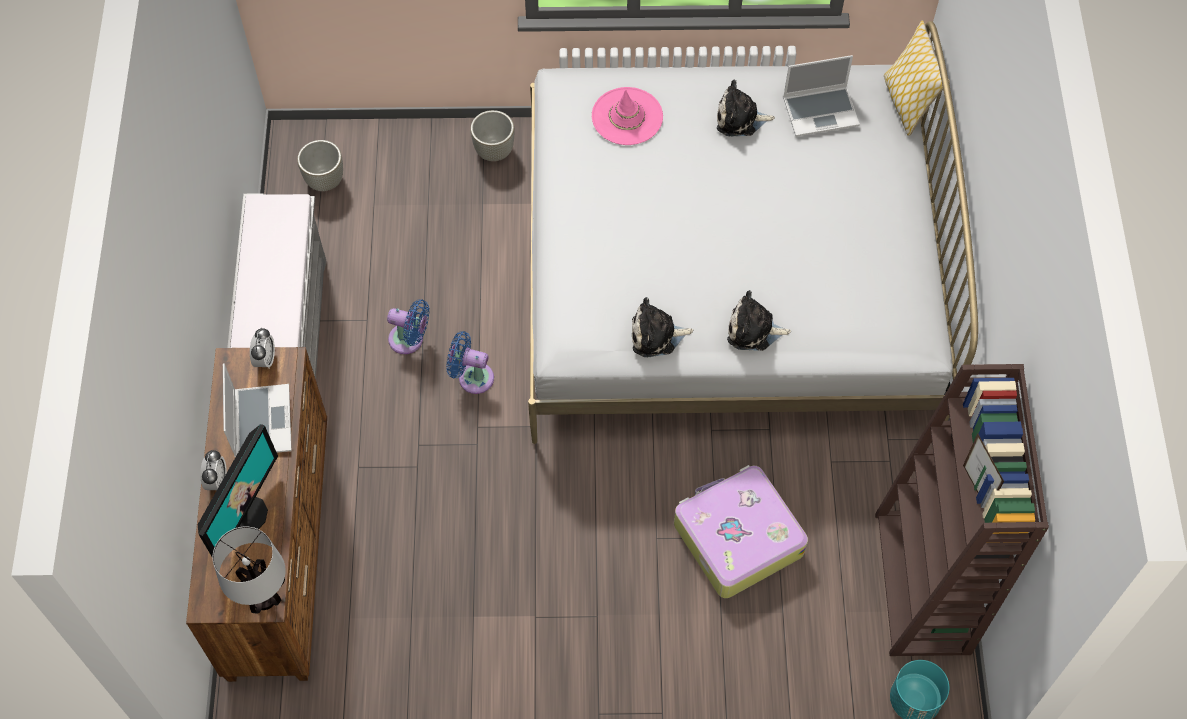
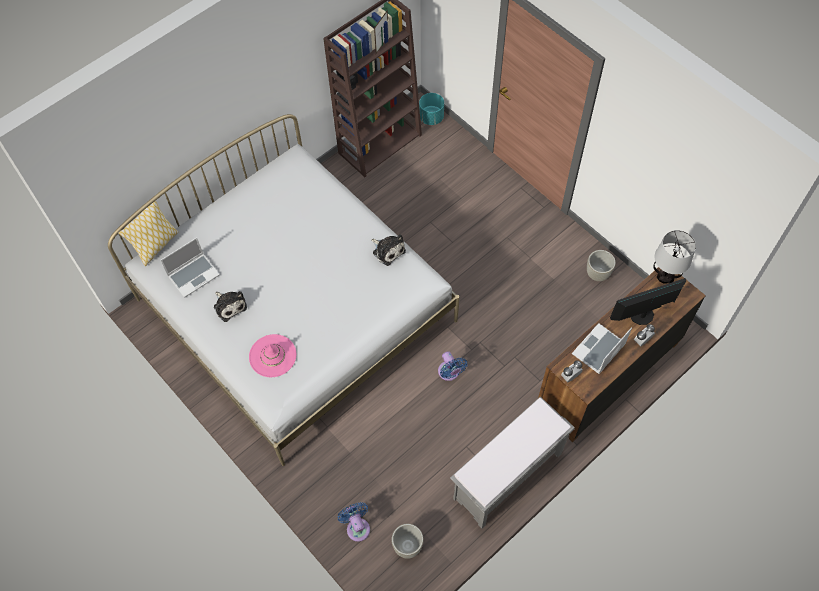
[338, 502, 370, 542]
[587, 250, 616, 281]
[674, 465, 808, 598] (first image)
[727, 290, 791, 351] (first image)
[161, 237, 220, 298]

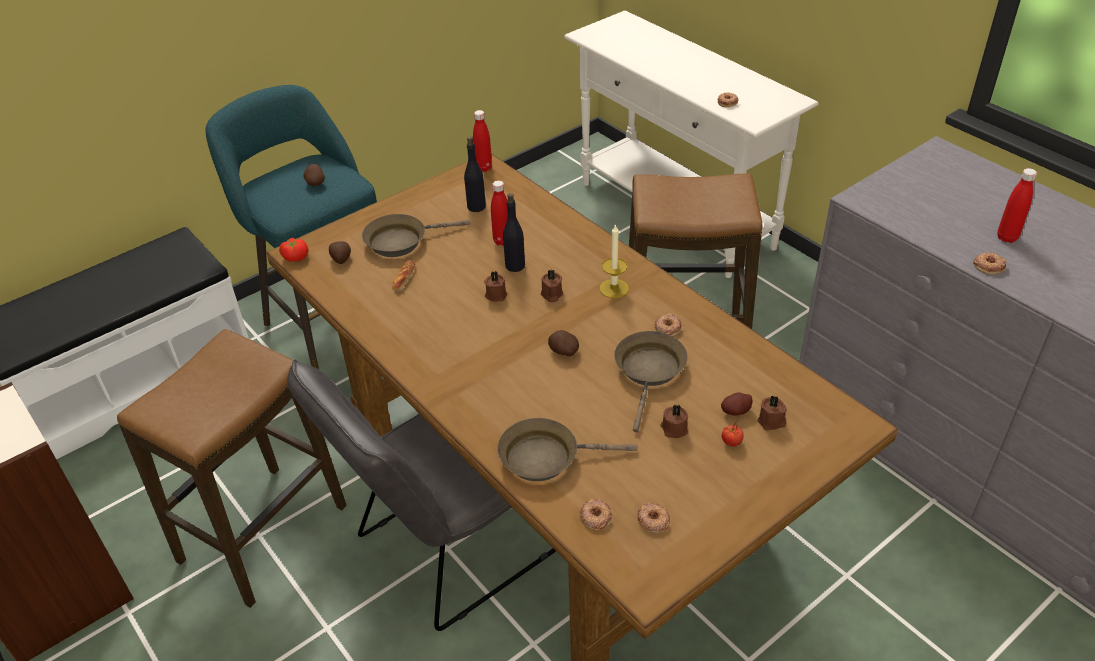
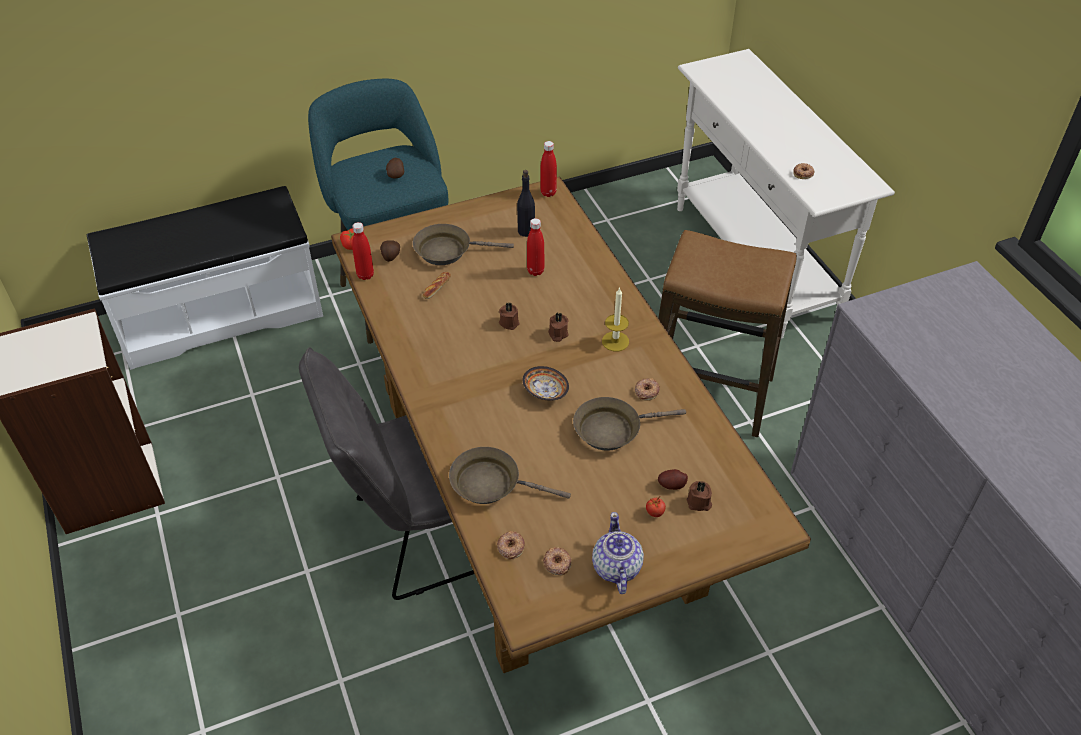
[117, 329, 347, 608] (first image)
[503, 193, 525, 272] (first image)
[523, 366, 569, 401]
[573, 397, 686, 451]
[660, 404, 688, 438] (first image)
[973, 252, 1006, 275] (first image)
[352, 222, 374, 280]
[592, 512, 644, 594]

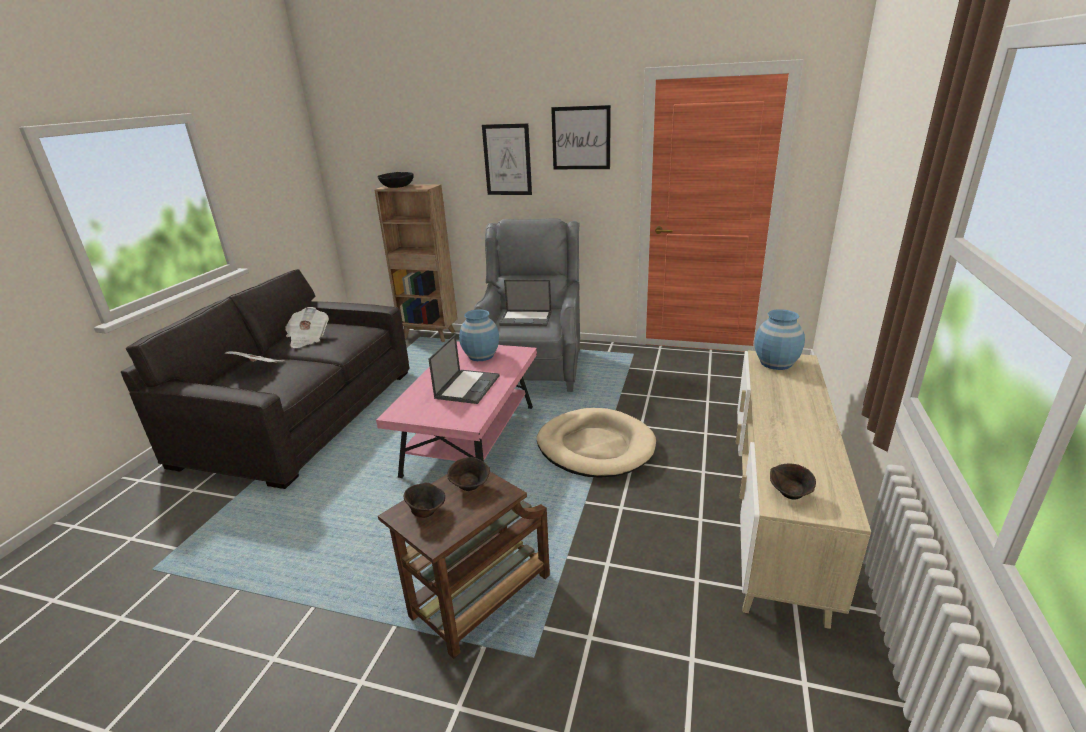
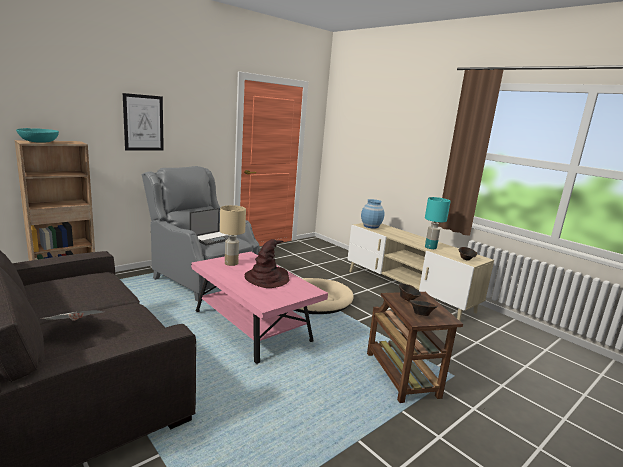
[285, 307, 329, 348] (first image)
[16, 128, 59, 143]
[245, 239, 289, 288]
[220, 205, 246, 266]
[551, 105, 611, 169] (first image)
[425, 197, 451, 249]

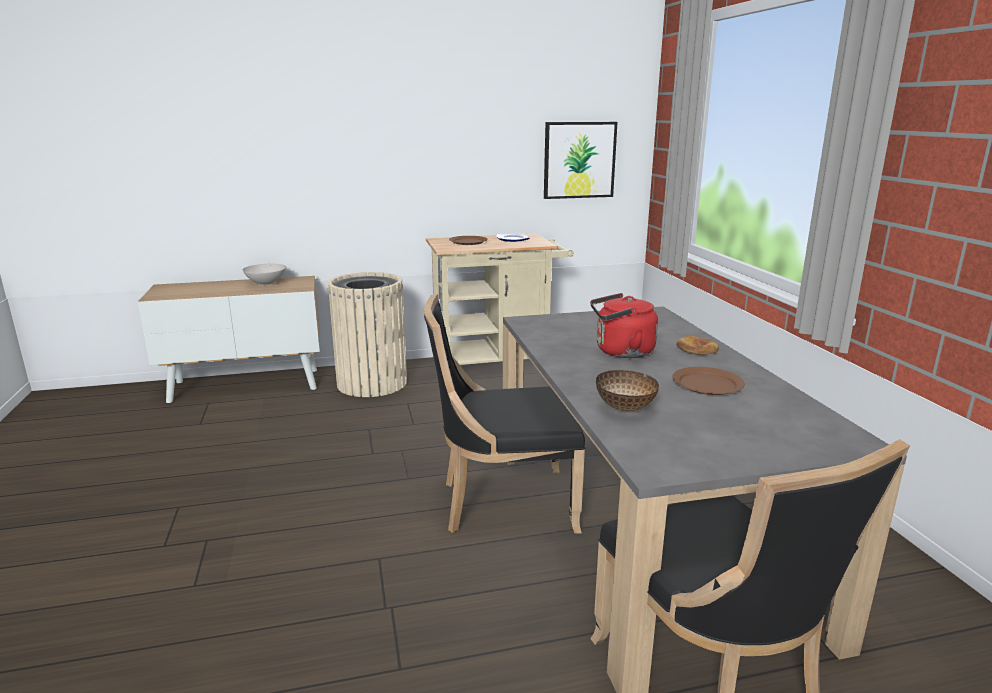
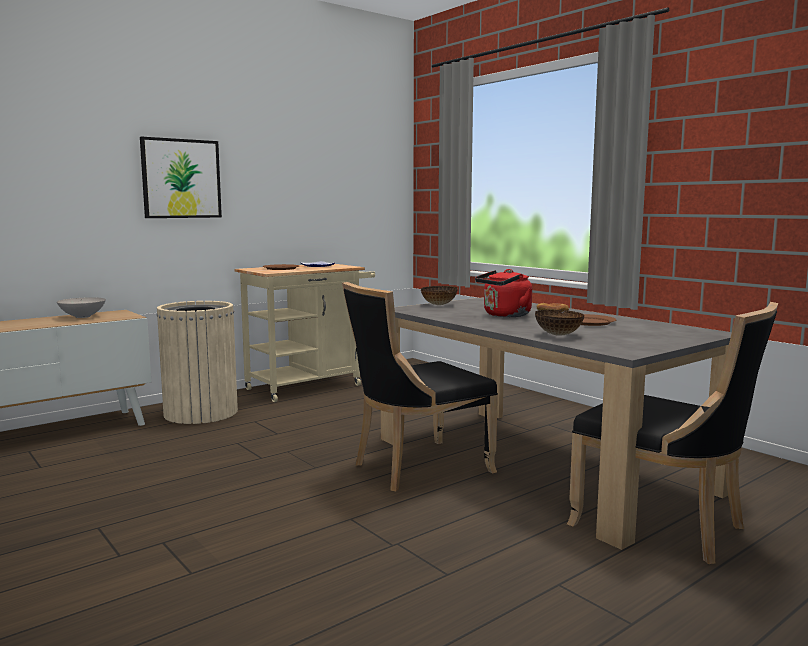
[140, 137, 222, 218]
[421, 286, 458, 305]

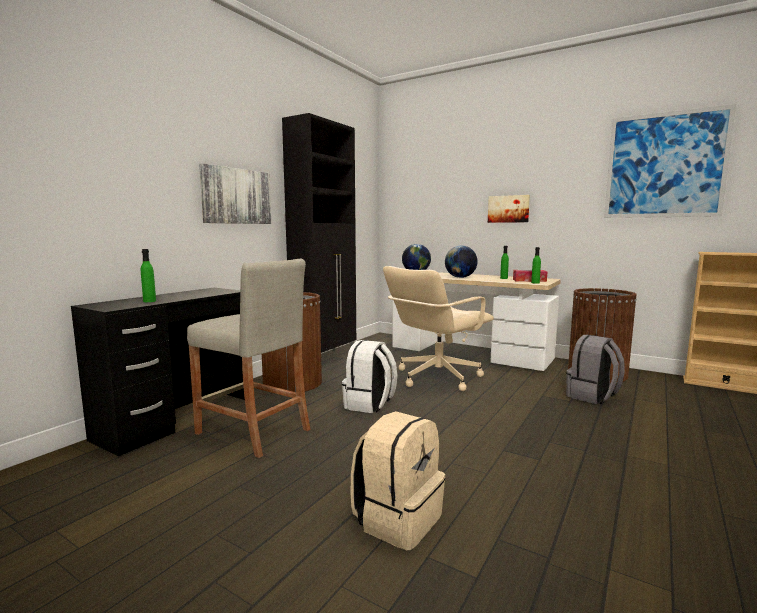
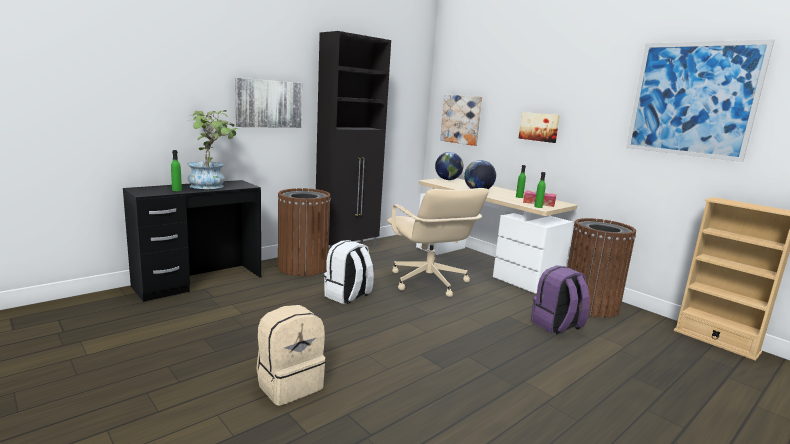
[187, 259, 311, 458] (first image)
[387, 188, 489, 297]
[531, 266, 590, 334]
[187, 110, 239, 189]
[440, 95, 482, 146]

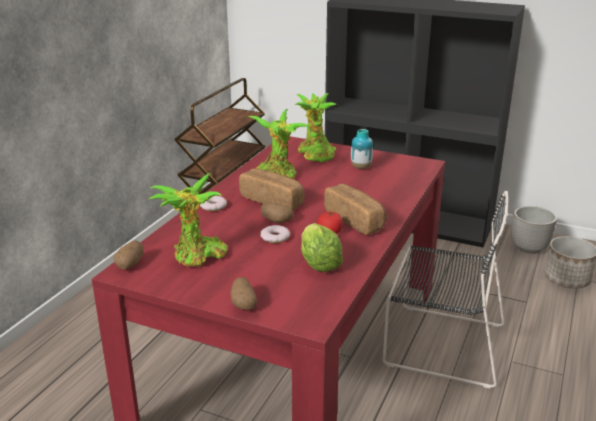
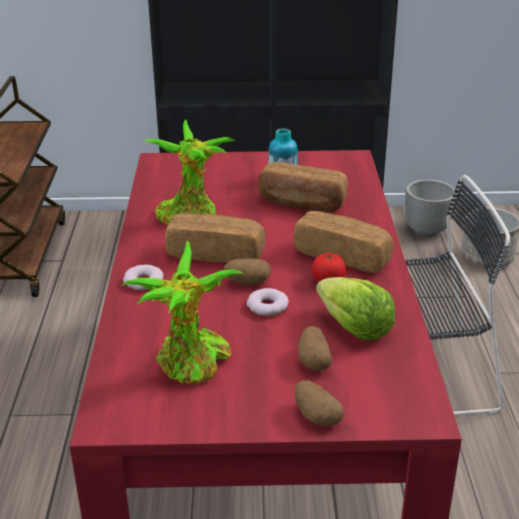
[298, 326, 332, 371]
[294, 93, 337, 162] (first image)
[258, 162, 348, 212]

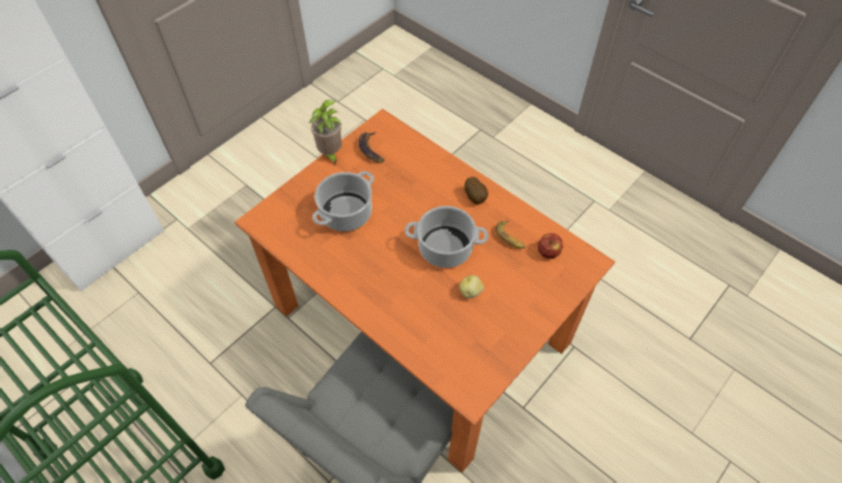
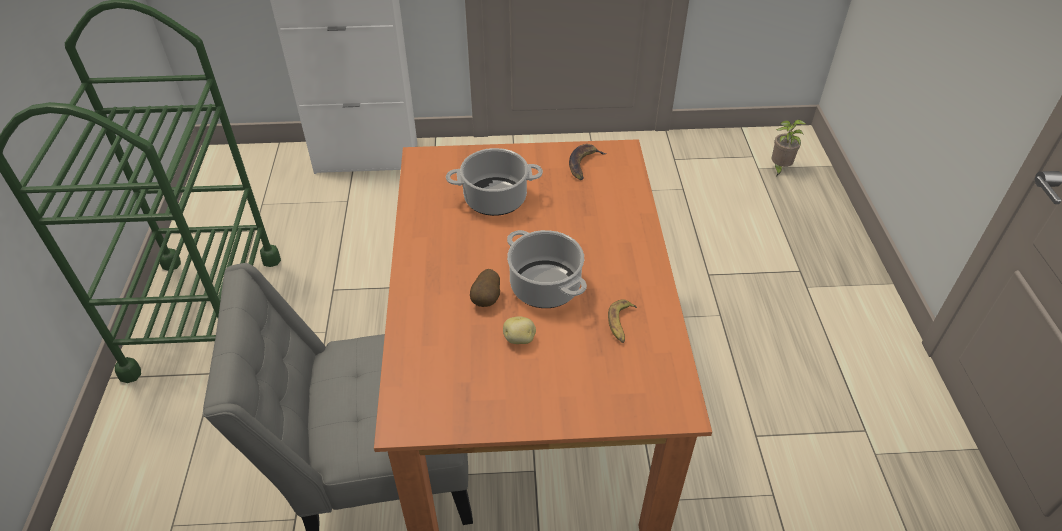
[772, 119, 806, 176]
[470, 269, 500, 307]
[538, 233, 563, 259] (first image)

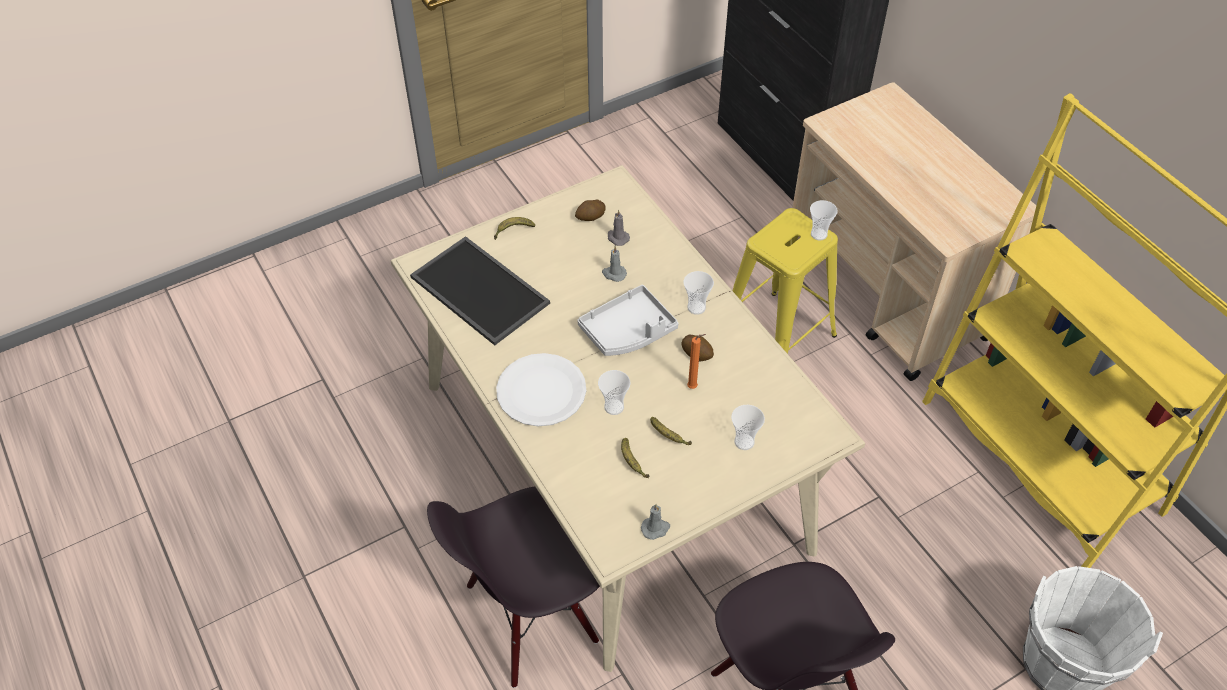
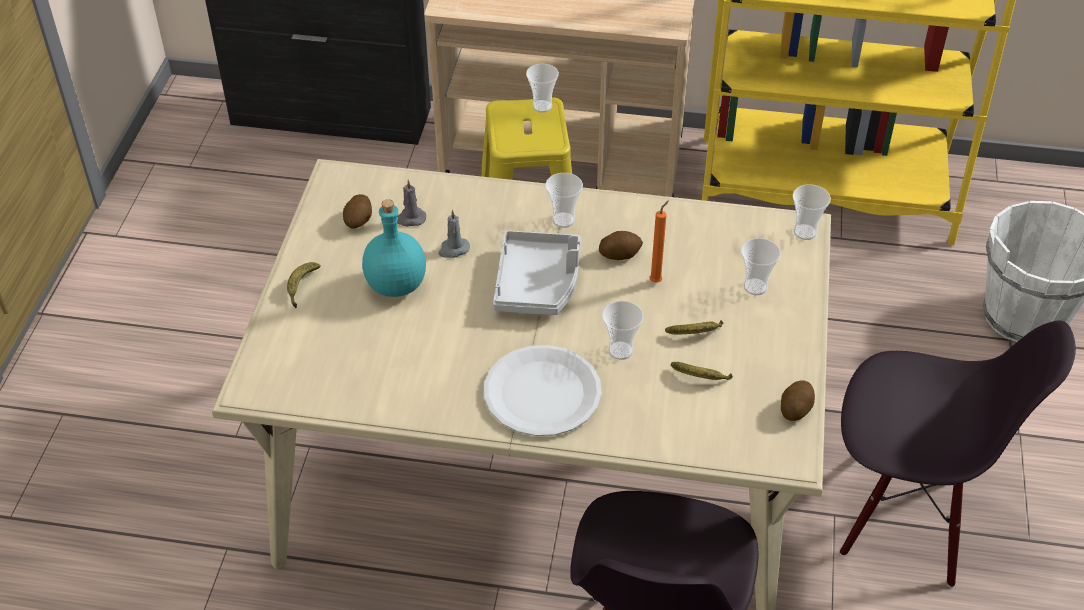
[410, 236, 550, 345] (first image)
[781, 381, 815, 421]
[362, 199, 426, 297]
[793, 184, 831, 240]

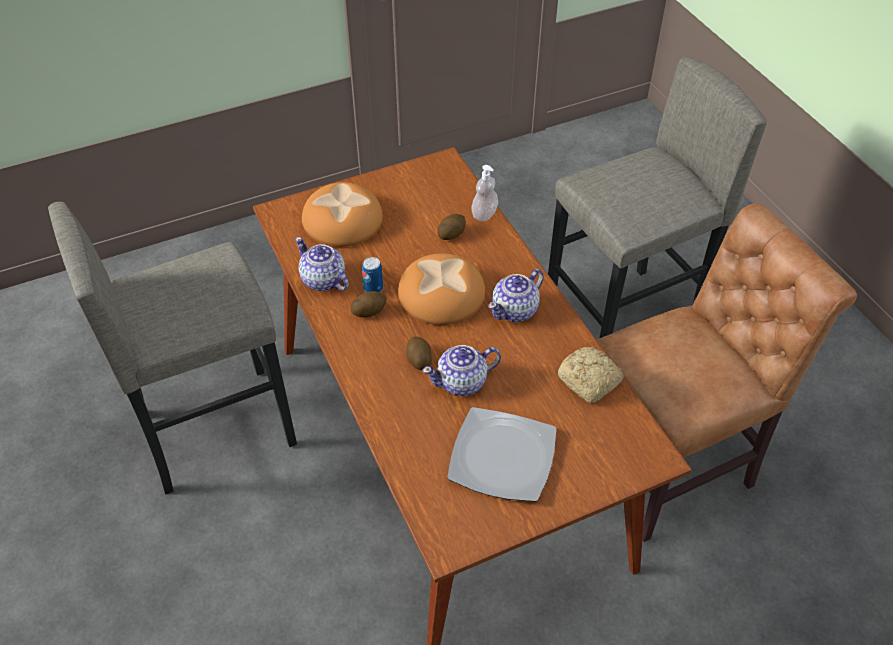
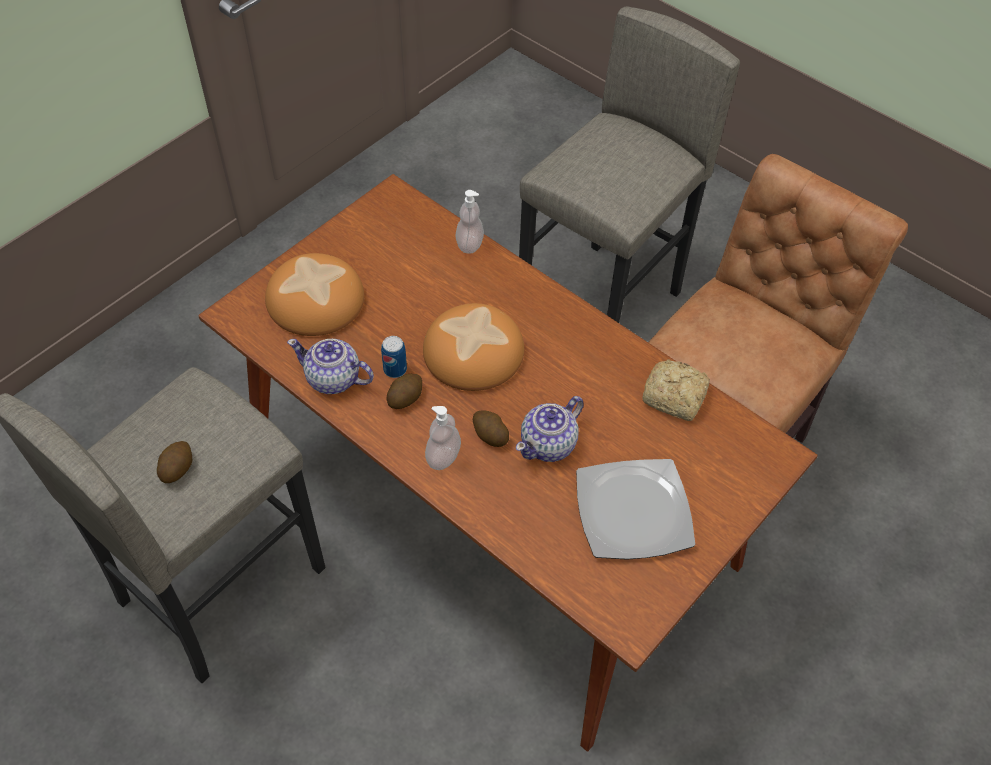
[157, 441, 192, 483]
[488, 269, 544, 322] (first image)
[425, 406, 461, 470]

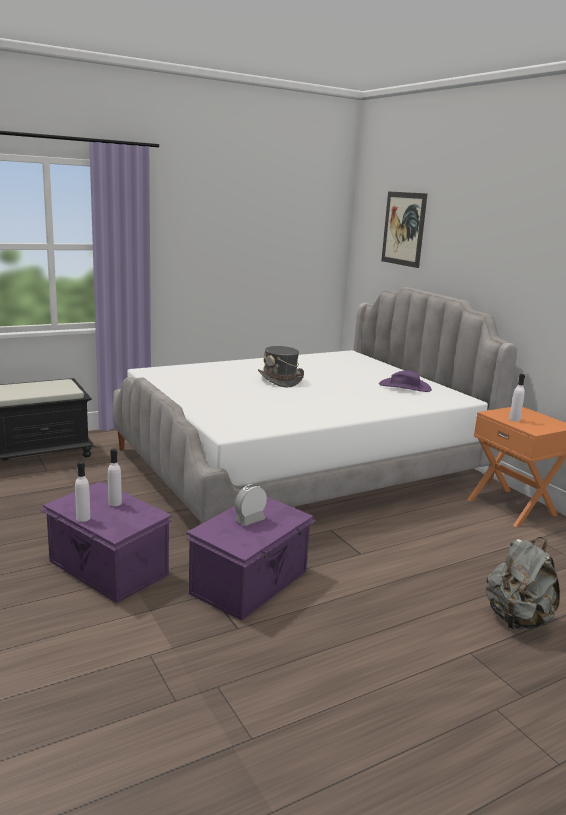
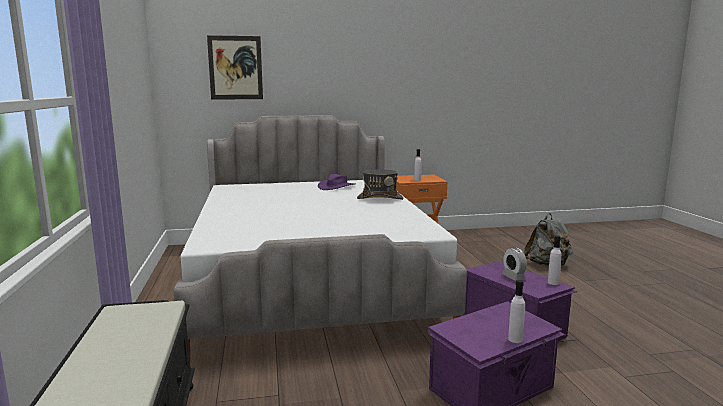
[548, 236, 562, 285]
[357, 169, 404, 200]

